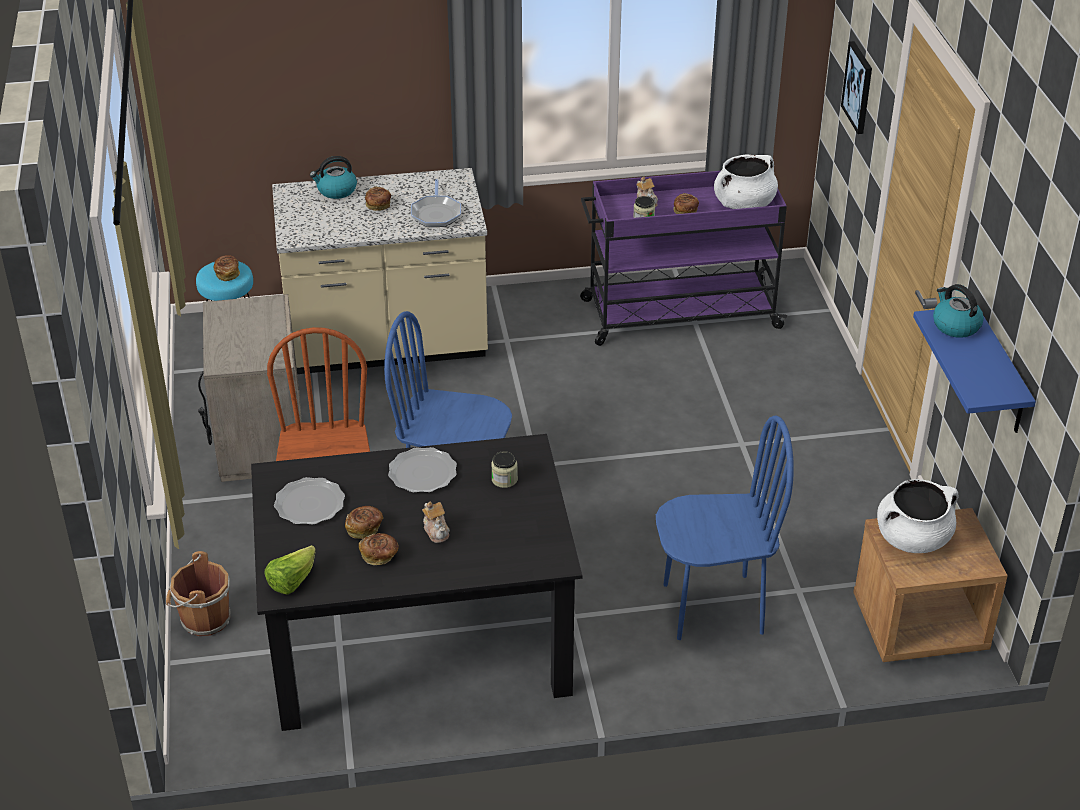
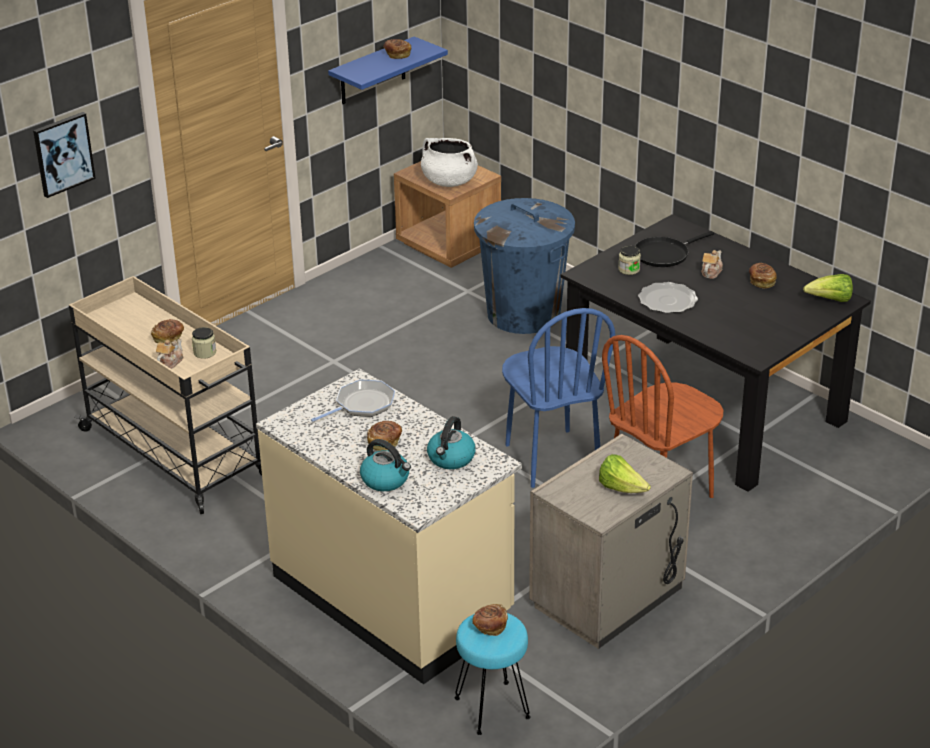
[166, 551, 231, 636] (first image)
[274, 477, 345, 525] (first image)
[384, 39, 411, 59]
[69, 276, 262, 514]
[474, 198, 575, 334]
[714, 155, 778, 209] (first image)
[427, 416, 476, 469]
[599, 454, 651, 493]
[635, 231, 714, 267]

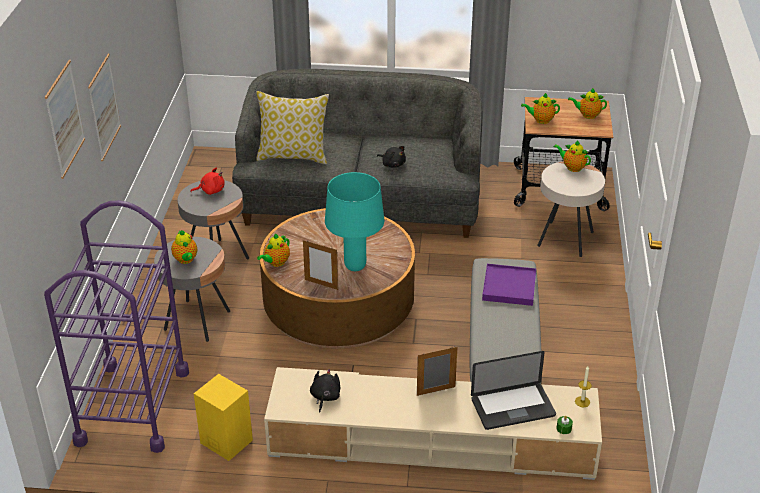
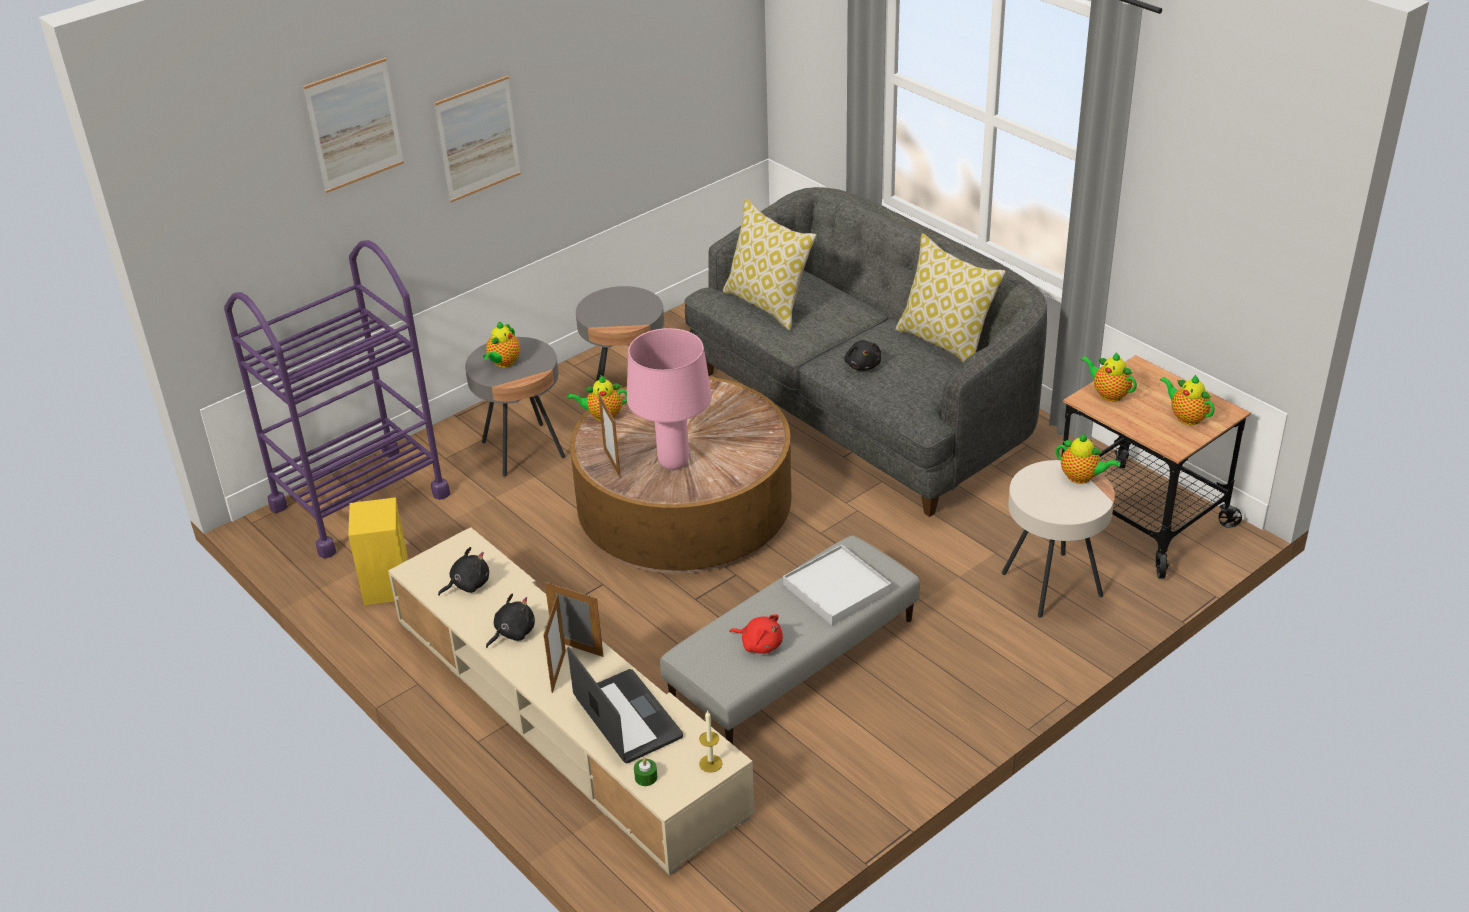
[730, 614, 783, 654]
[627, 328, 712, 470]
[567, 647, 683, 763]
[783, 545, 891, 625]
[1056, 434, 1120, 484]
[486, 594, 535, 648]
[543, 593, 566, 693]
[895, 233, 1006, 362]

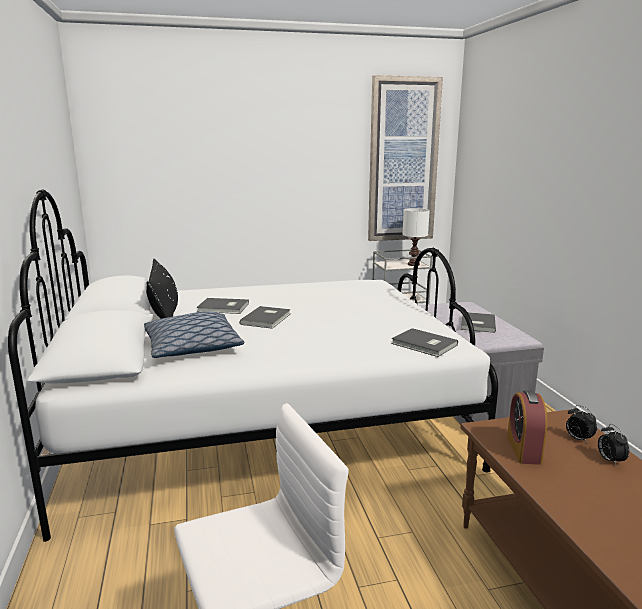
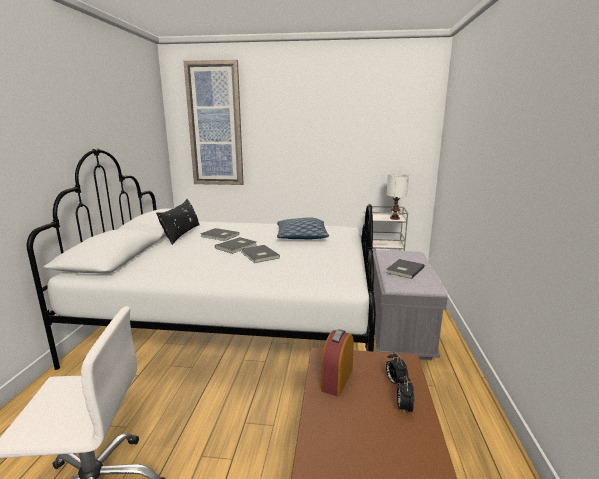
[277, 217, 329, 239]
[184, 60, 244, 185]
[241, 245, 280, 263]

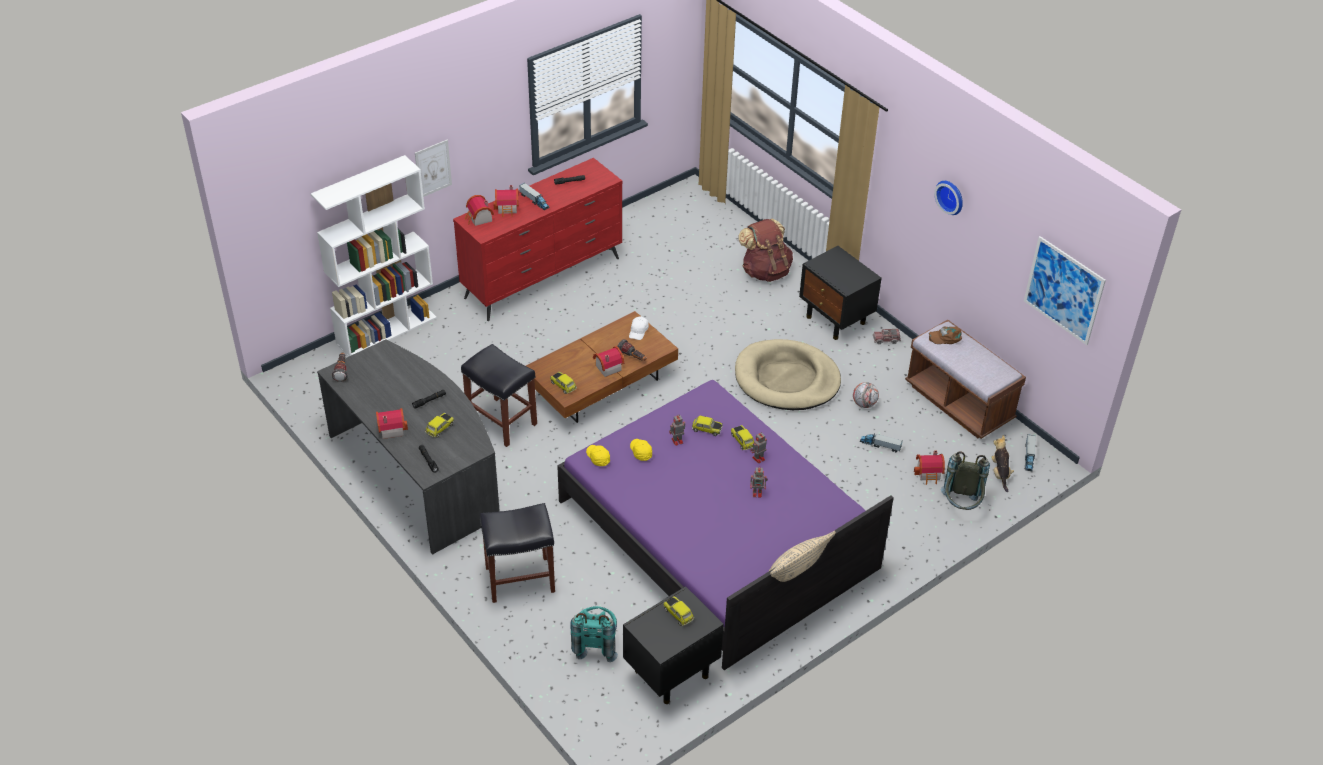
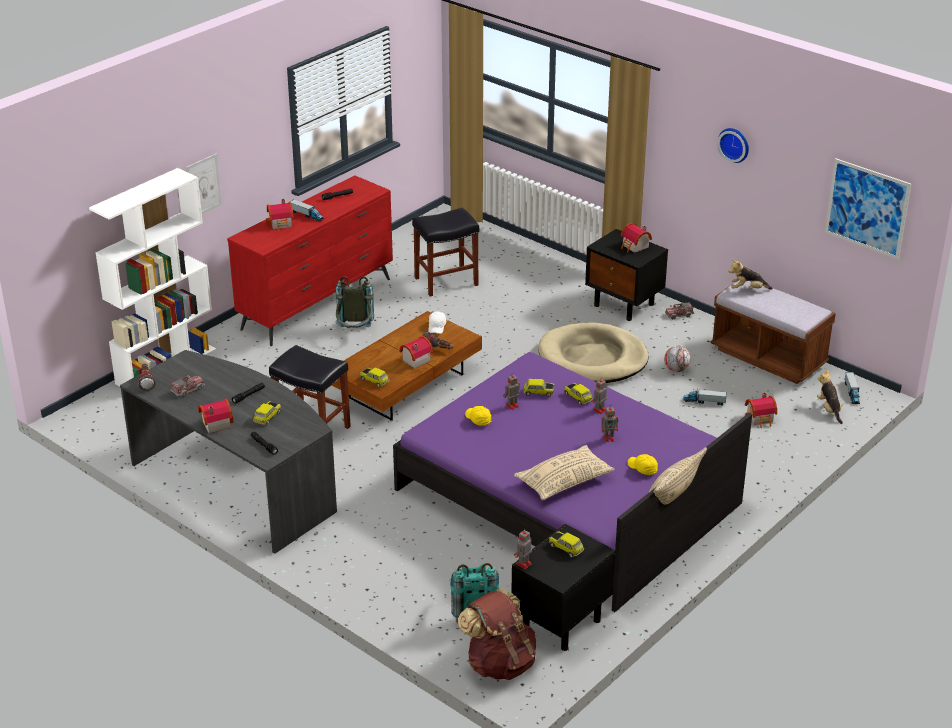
[621, 223, 652, 253]
[412, 207, 479, 297]
[628, 454, 658, 475]
[458, 588, 536, 680]
[729, 259, 773, 290]
[336, 276, 374, 328]
[170, 375, 205, 397]
[514, 445, 615, 500]
[514, 529, 532, 569]

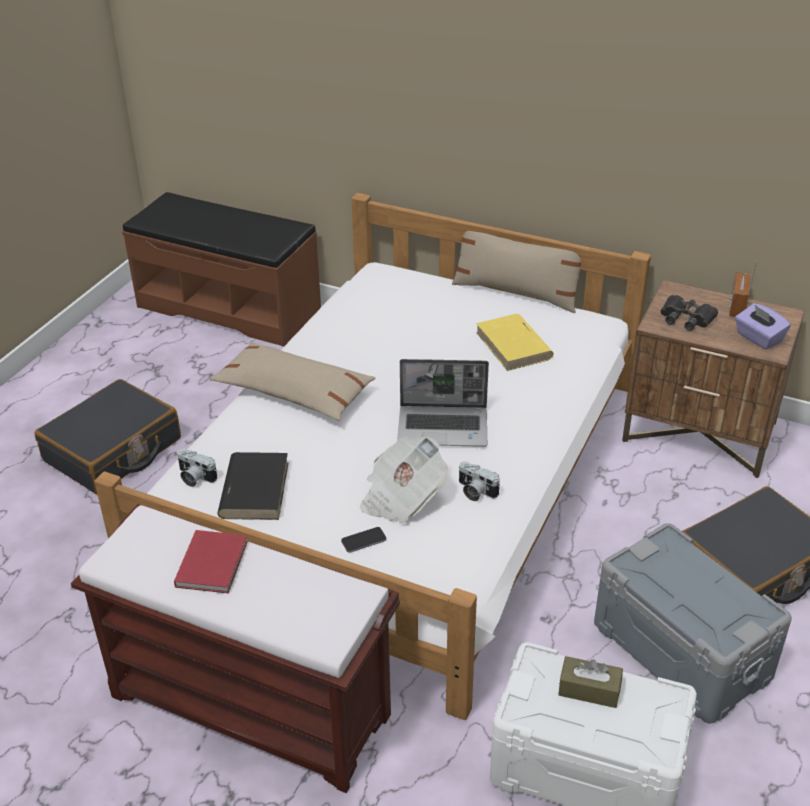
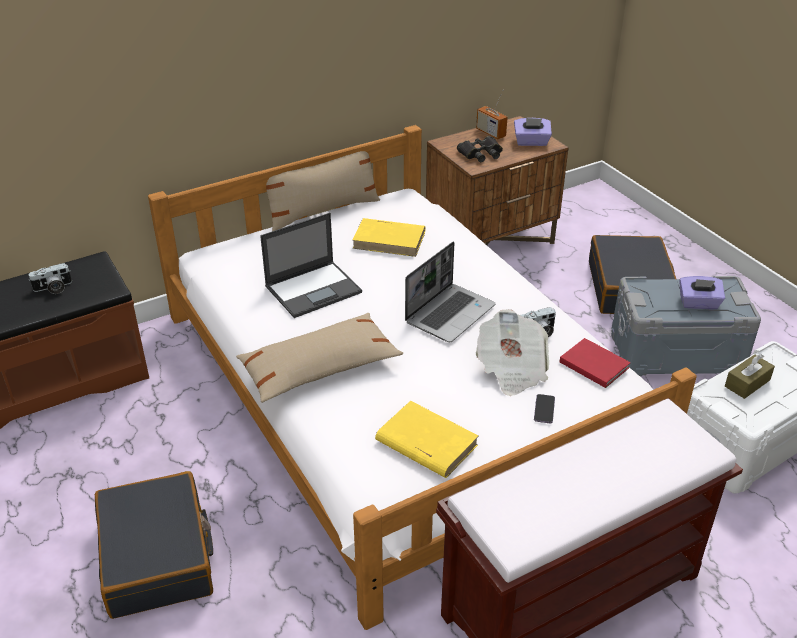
[559, 338, 631, 388]
[28, 263, 72, 294]
[375, 401, 478, 478]
[260, 213, 362, 318]
[679, 276, 725, 309]

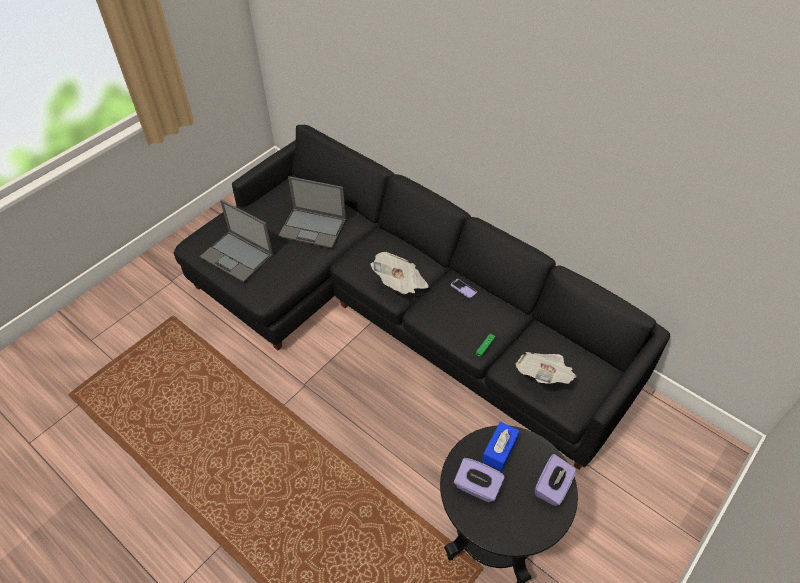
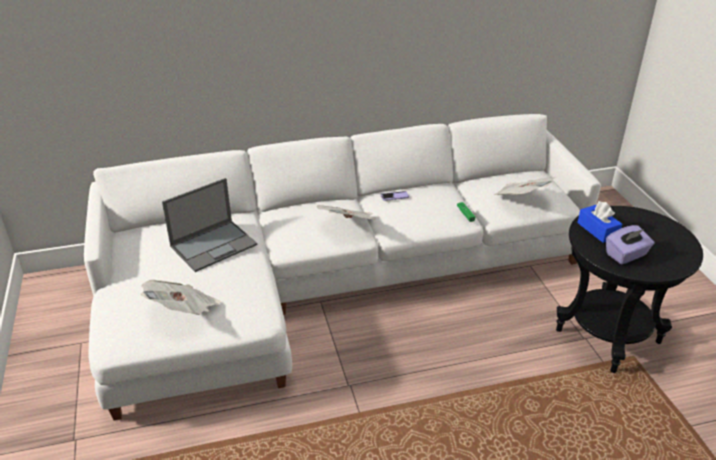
[84, 114, 601, 420]
[141, 280, 220, 315]
[535, 454, 576, 506] (first image)

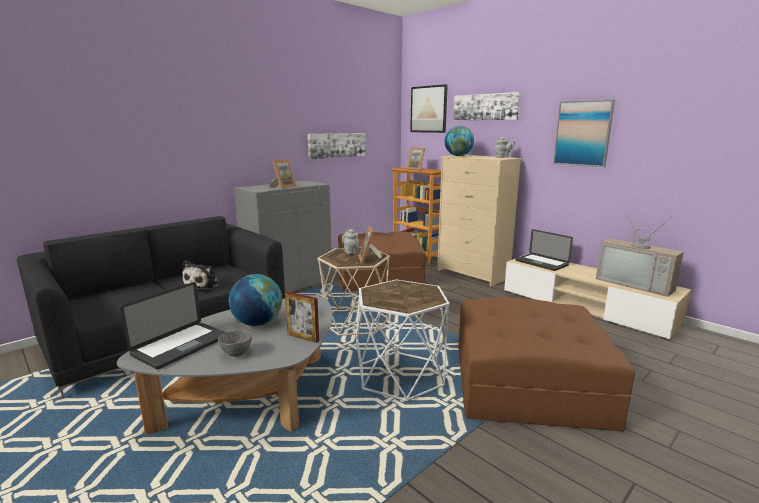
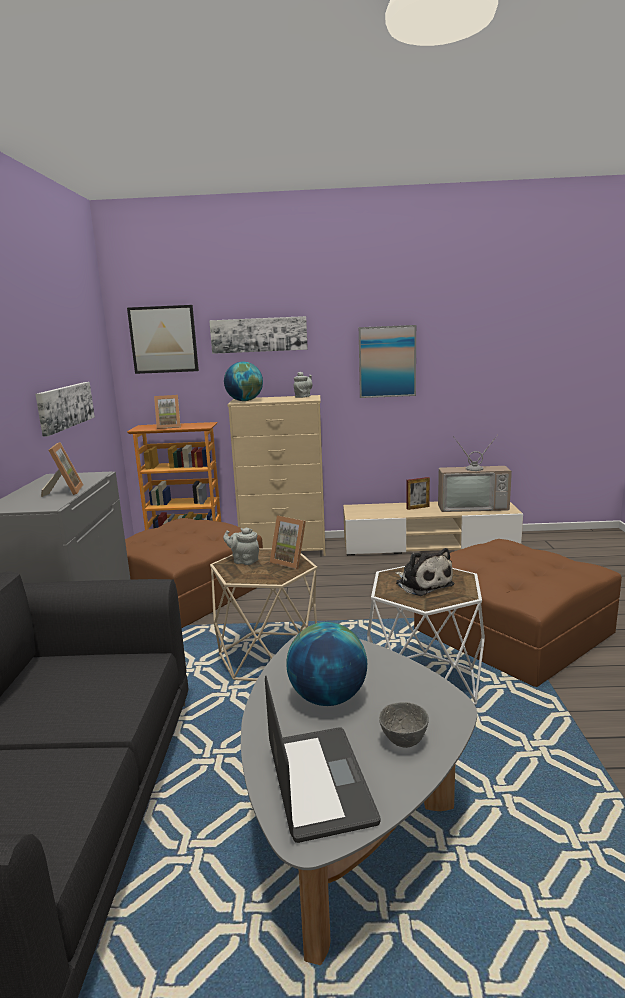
[395, 548, 455, 596]
[406, 477, 430, 510]
[515, 229, 573, 271] (first image)

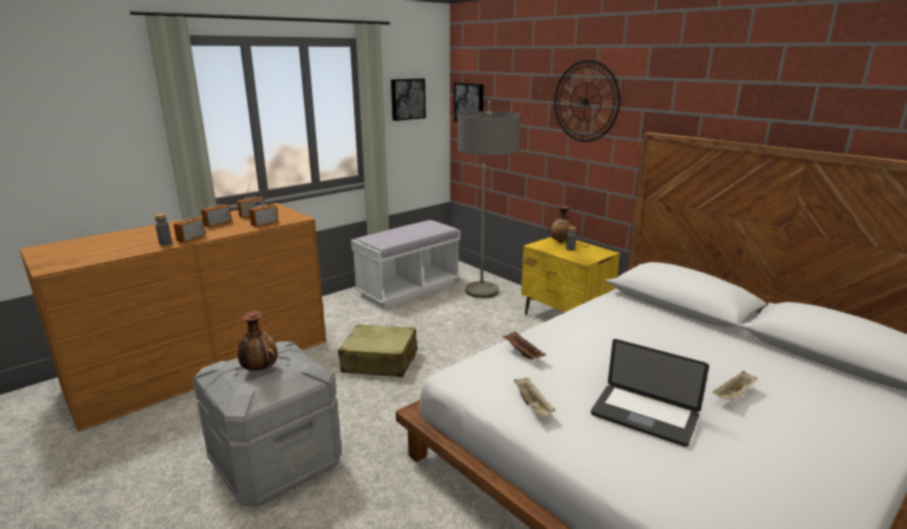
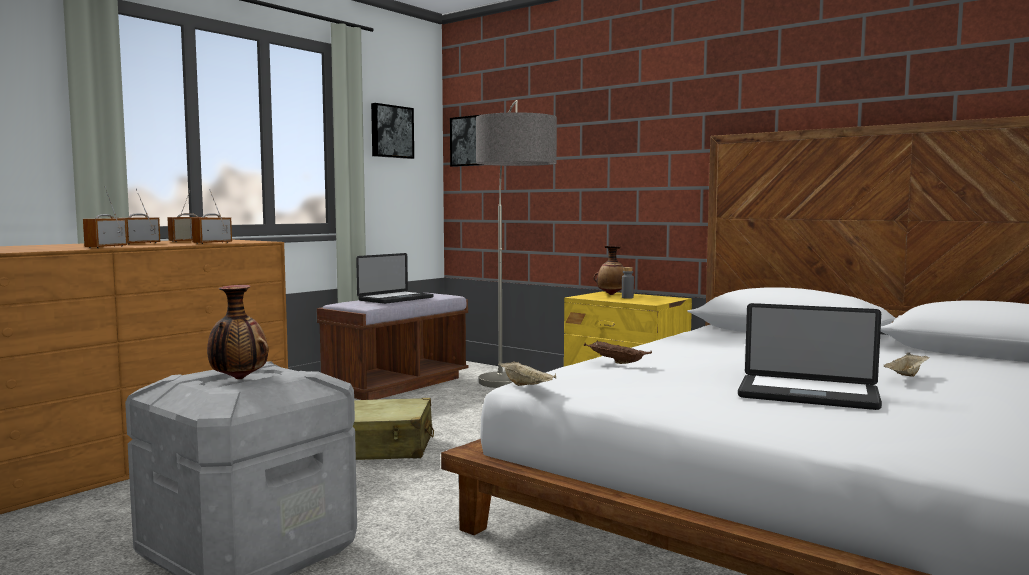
[155, 214, 172, 245] (first image)
[317, 293, 469, 400]
[498, 361, 556, 386]
[554, 60, 620, 142] (first image)
[356, 253, 434, 304]

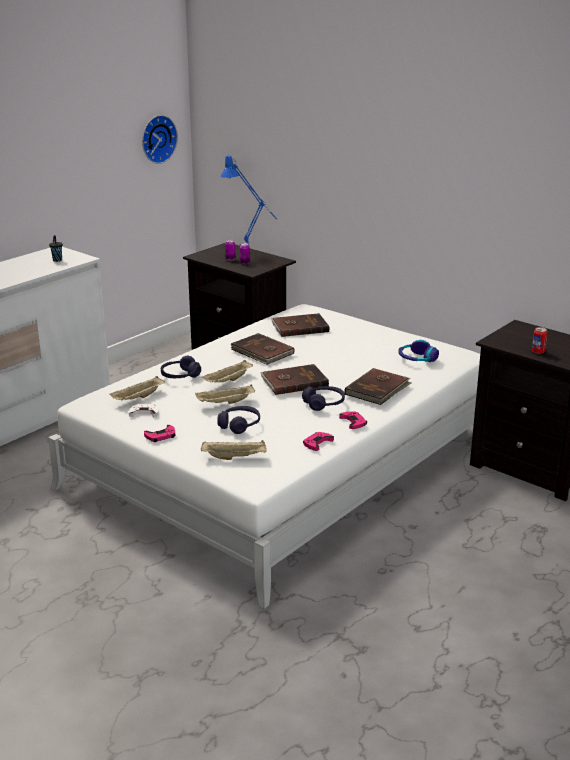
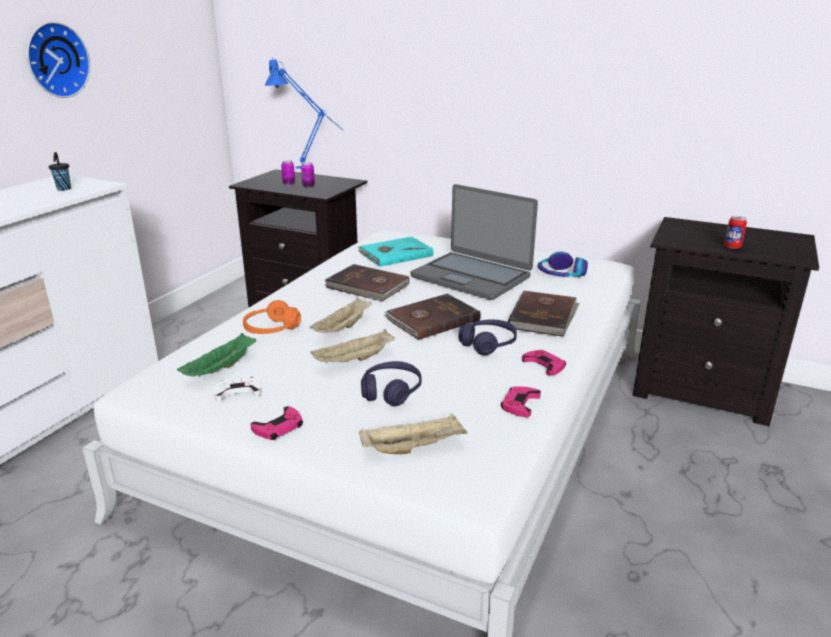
[177, 333, 257, 377]
[27, 22, 90, 98]
[243, 300, 301, 334]
[358, 237, 433, 267]
[411, 184, 538, 300]

